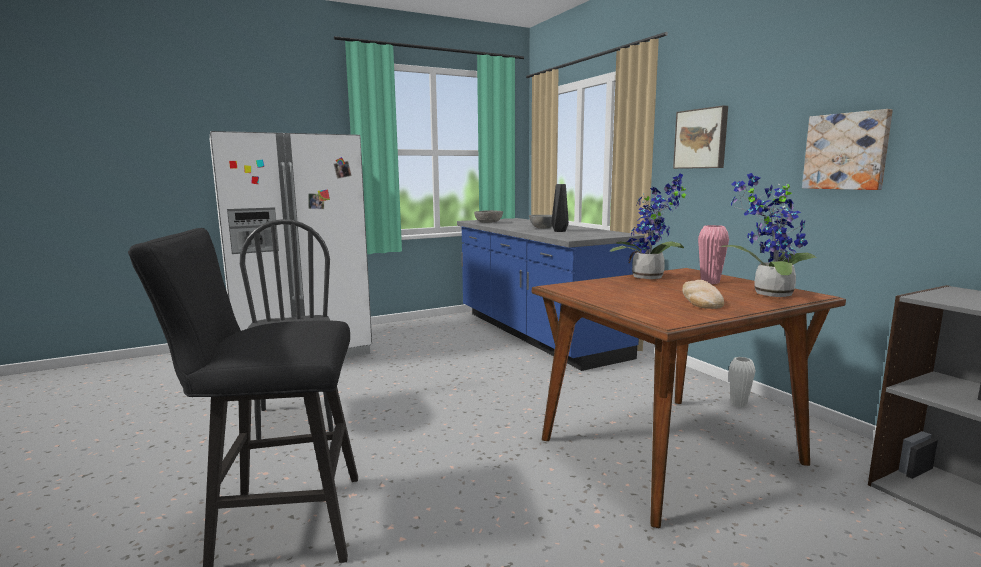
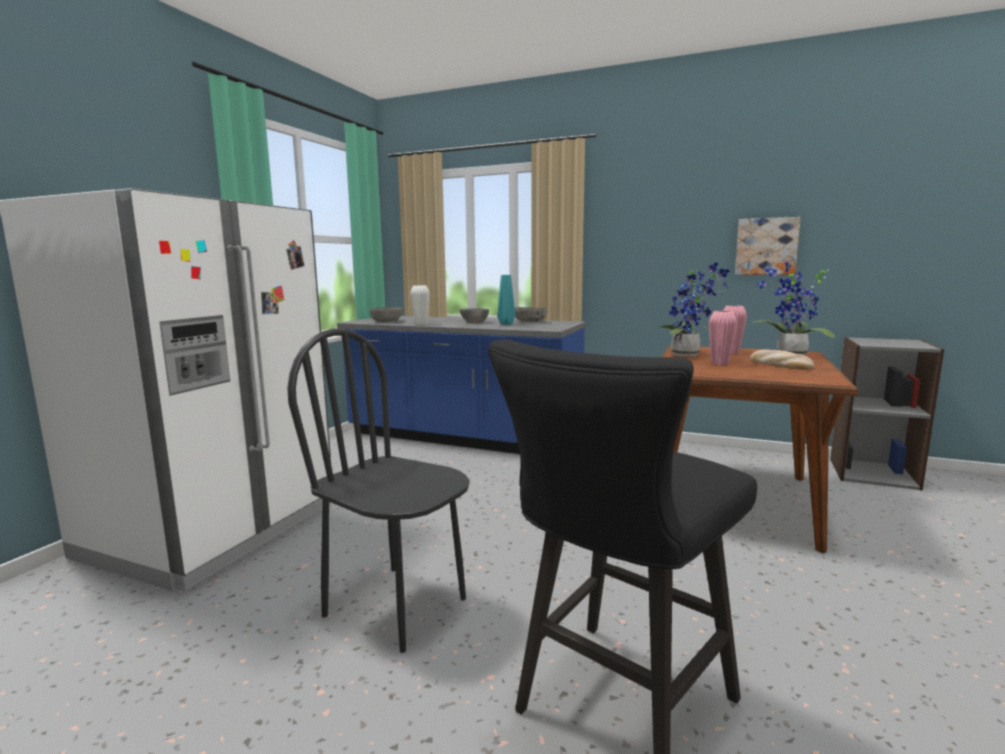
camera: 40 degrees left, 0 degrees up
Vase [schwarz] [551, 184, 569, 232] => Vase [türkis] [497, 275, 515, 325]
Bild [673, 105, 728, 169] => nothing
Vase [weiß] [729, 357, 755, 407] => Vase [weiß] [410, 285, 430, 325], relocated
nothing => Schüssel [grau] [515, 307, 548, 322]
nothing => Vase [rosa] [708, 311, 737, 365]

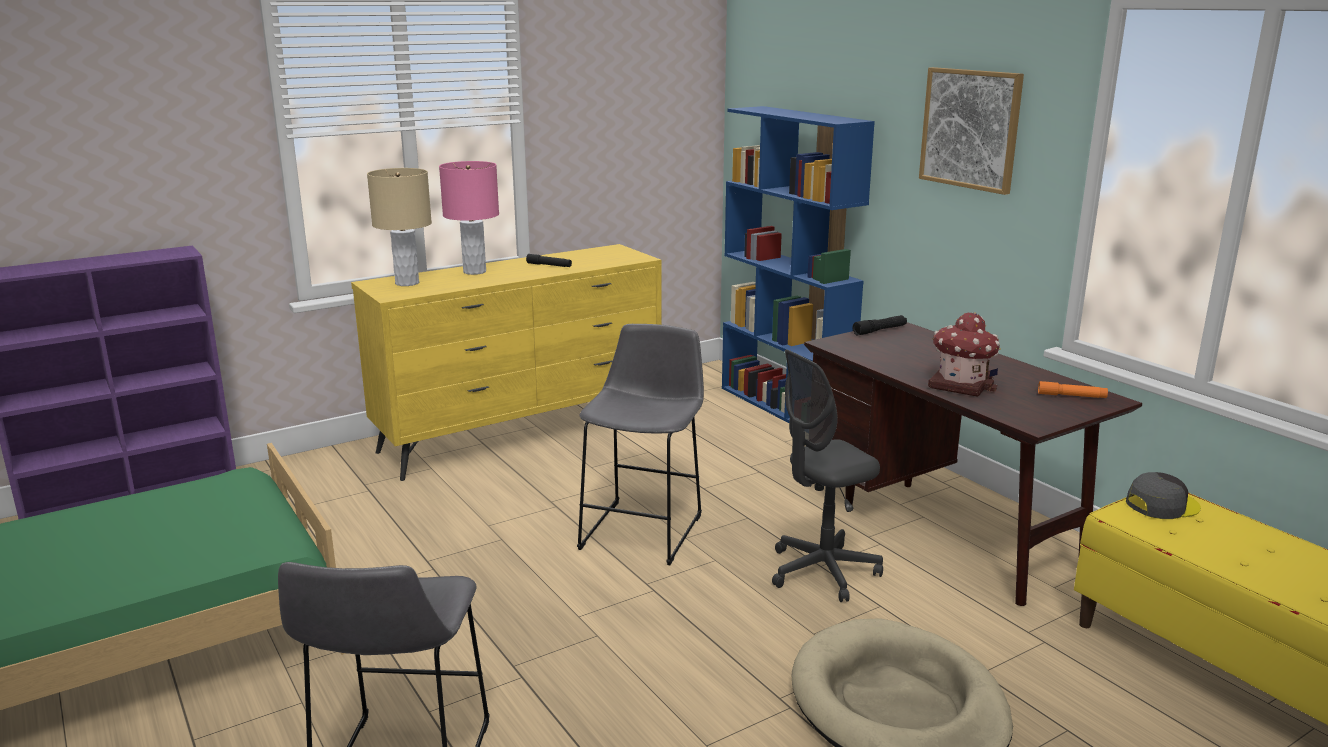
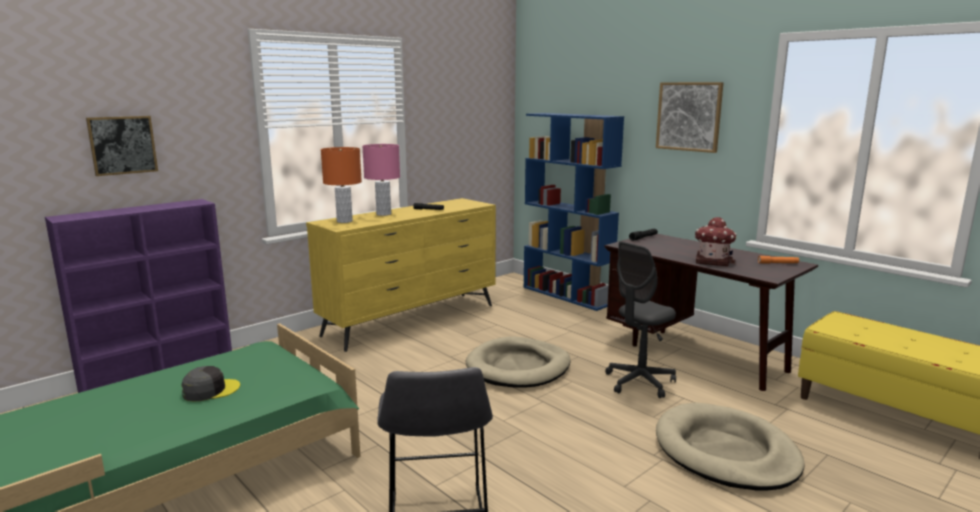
camera: 10 degrees left, 5 degrees down
Tischlampe [beige] [367, 168, 432, 286] => Tischlampe [orange] [321, 147, 362, 223]
Hocker [grau] [577, 324, 704, 565] => Hundebett [beige] [465, 336, 570, 387]
Kappe [grau] [1126, 472, 1201, 519] => Kappe [grau] [181, 366, 240, 402], relocated
nothing => Bild [86, 116, 158, 176]

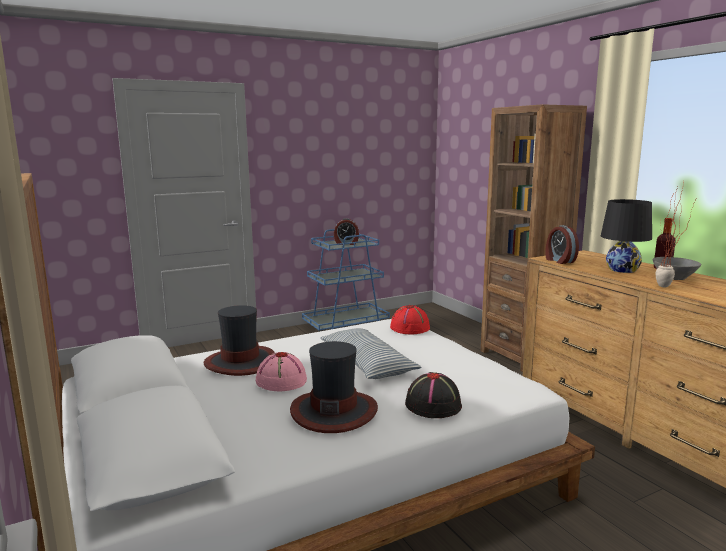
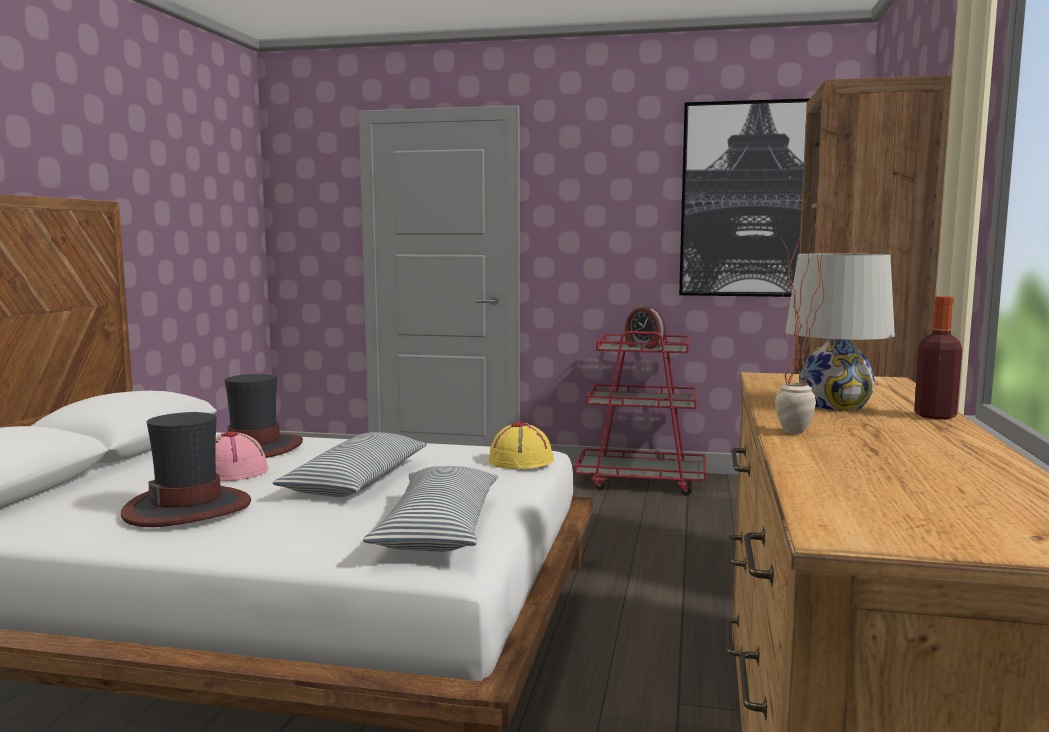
camera: 40 degrees right, 5 degrees down
Rollwagen [blau] [302, 229, 390, 330] => Rollwagen [rot] [574, 331, 706, 496]
Hut [rot] [390, 305, 430, 334] => Hut [gelb] [488, 422, 554, 469]
Hut [schwarz] [405, 372, 462, 418] => nothing
Wecker [545, 225, 579, 264] => nothing
Tischlampe [schwarz] [601, 199, 652, 273] => Tischlampe [weiß] [785, 254, 895, 410]
Schüssel [grau] [653, 257, 701, 280] => nothing
nothing => Kissen [363, 466, 498, 552]
nothing => Bild [679, 99, 809, 297]

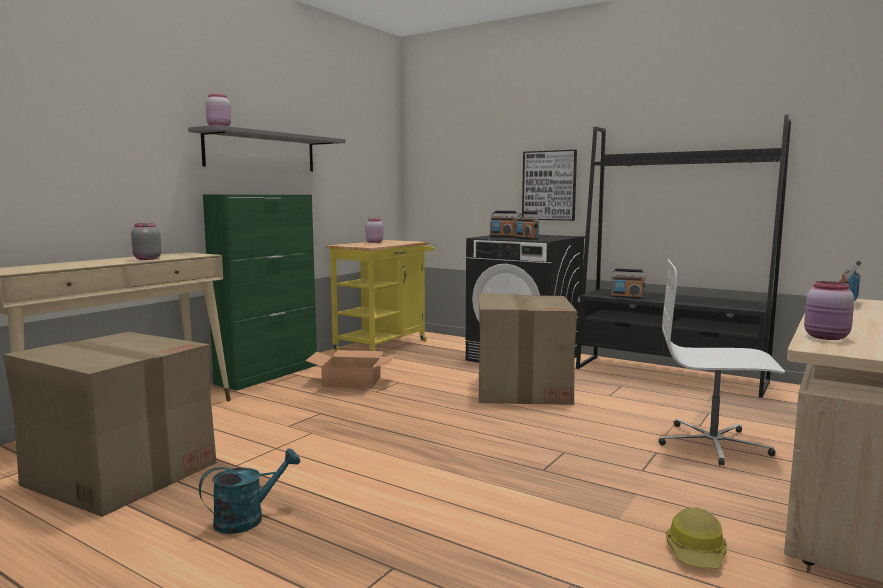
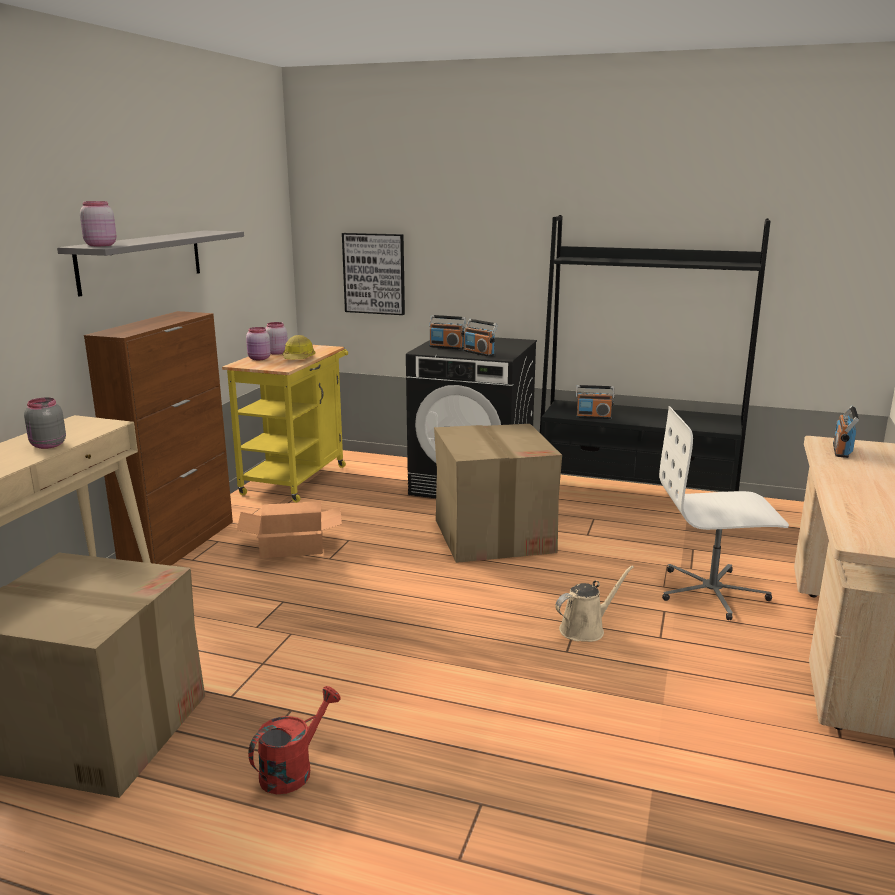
camera: 15 degrees left, 10 degrees up
Gießkanne [türkis] [199, 448, 300, 534] => Gießkanne [rot] [248, 686, 341, 794]
Schrank [grün] [203, 195, 317, 391] => Schrank [braun] [84, 311, 233, 566]
Bild [522, 150, 577, 221] => Bild [342, 233, 405, 315], relocated
Schutzhelm [666, 507, 727, 569] => Schutzhelm [283, 335, 316, 359], relocated
Vorratsglas [rosa] [804, 281, 855, 340] => Vorratsglas [rosa] [246, 327, 271, 360], relocated
nothing => Gießkanne [beige] [555, 565, 634, 642]

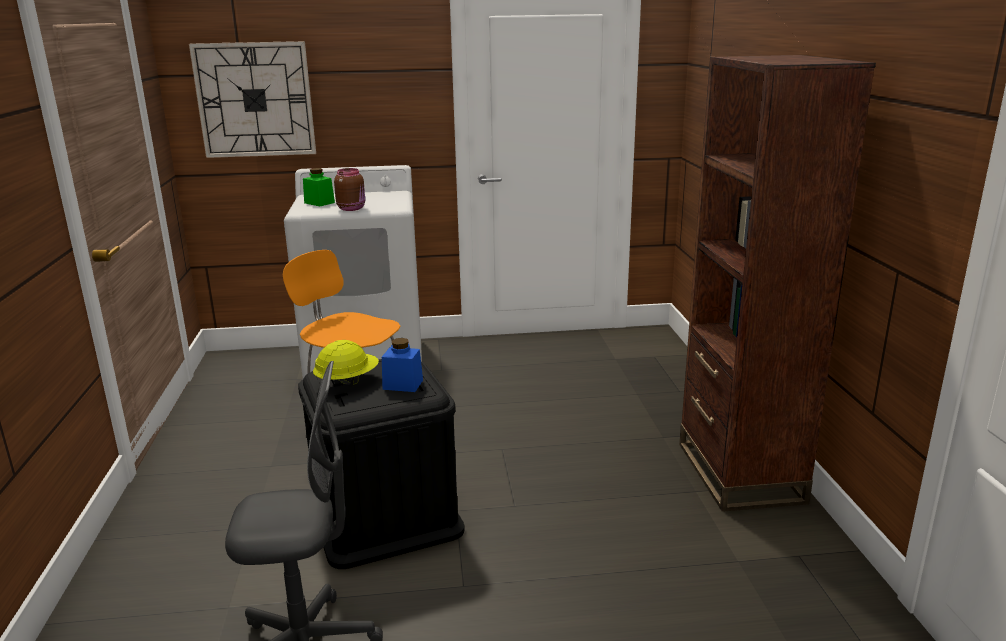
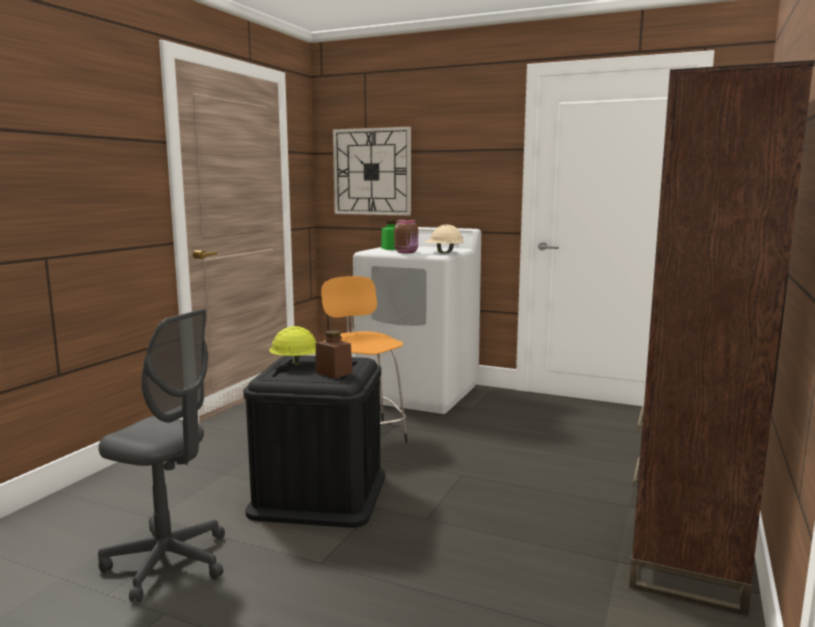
camera: 30 degrees right, 10 degrees down
Vorratsglas [blau] [382, 338, 423, 392] => Vorratsglas [braun] [315, 330, 353, 378]
nothing => Schutzhelm [beige] [424, 225, 464, 253]

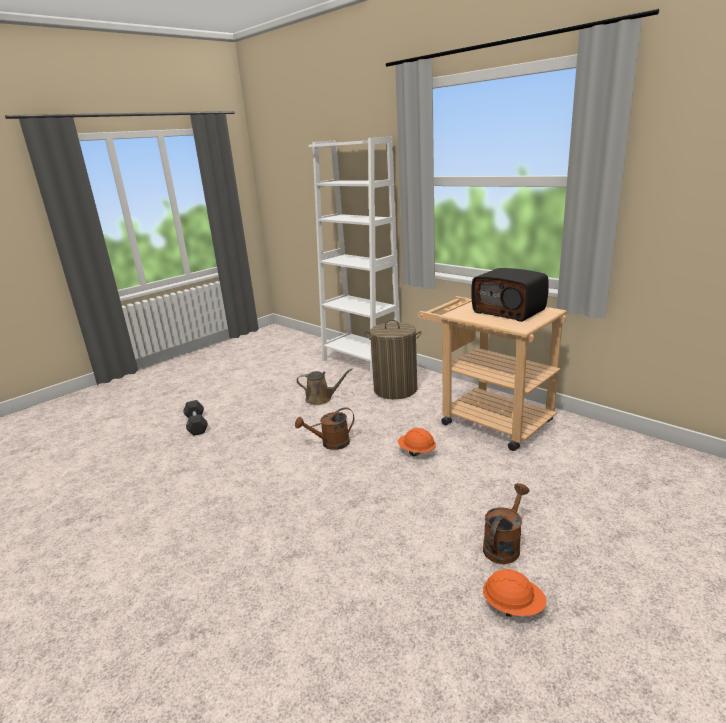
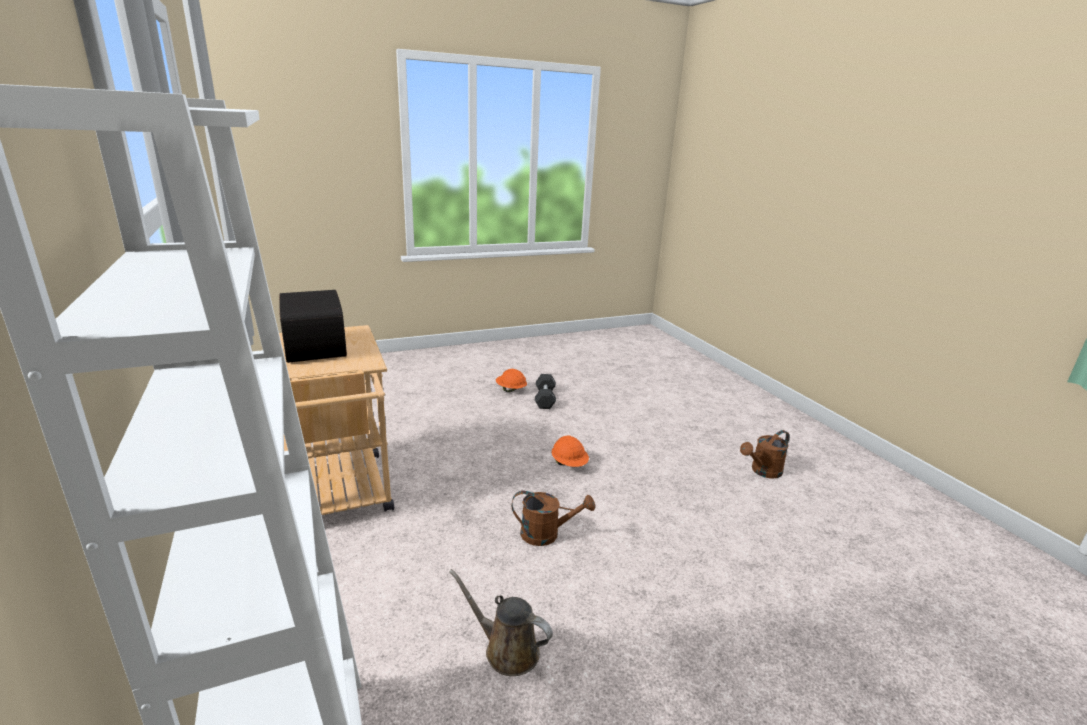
camera: 160 degrees left, 0 degrees up
Hantel [schwarz] [183, 400, 208, 436] => Hantel [schwarz] [535, 374, 556, 409], relocated
Wäschekorb [365, 319, 422, 399] => nothing
Schutzhelm [orange] [398, 428, 436, 456] => Schutzhelm [orange] [552, 436, 589, 467], relocated
Gießkanne [braun] [483, 483, 530, 564] => Gießkanne [braun] [740, 430, 789, 479], relocated

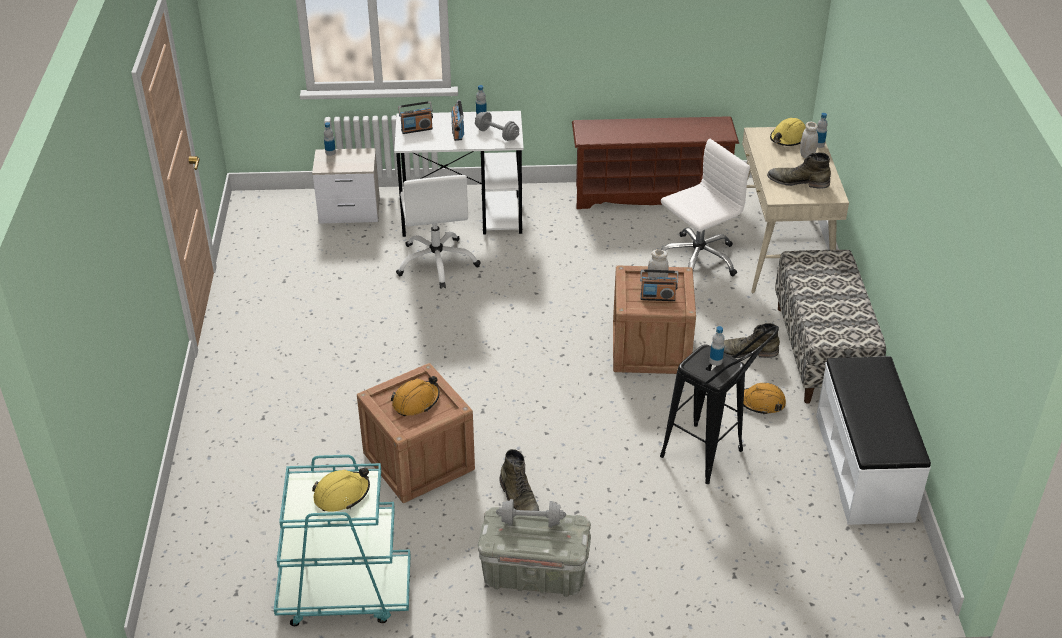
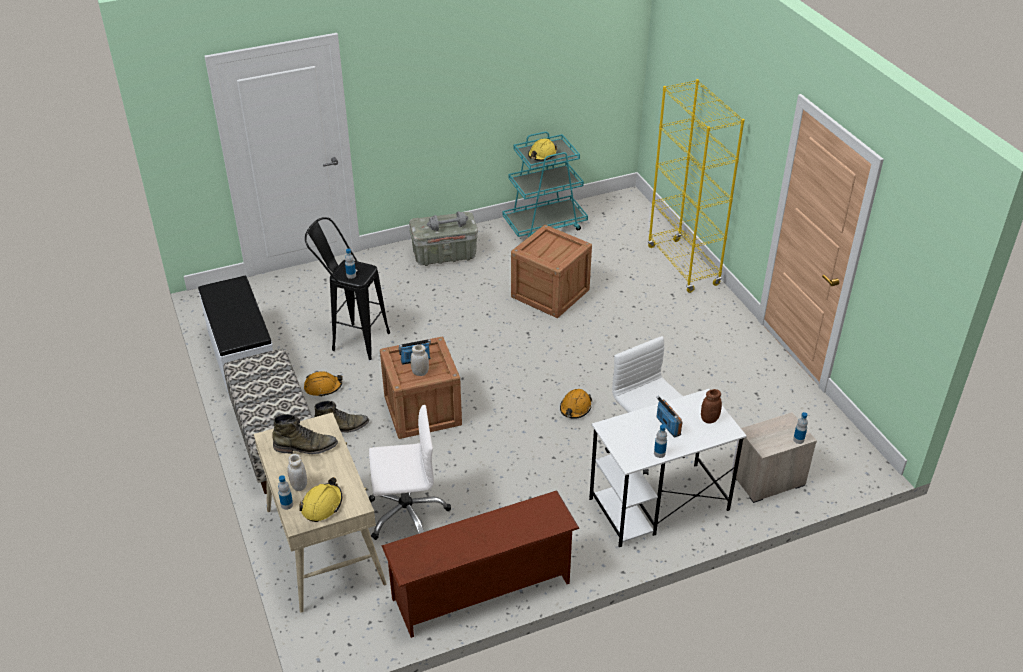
camera: 160 degrees right, 0 degrees up
Schutzhelm [orange] [391, 376, 440, 416] => Schutzhelm [orange] [560, 389, 592, 419], relocated
Radio [398, 101, 433, 134] => Vorratsglas [braun] [701, 389, 722, 424]
Hantel [grau] [475, 111, 519, 141] => nothing
Stiefel [grün] [499, 449, 539, 511] => nothing
Bürostuhl [weiß] [661, 138, 750, 276] => Bürostuhl [weiß] [369, 405, 451, 540], 135 degrees counterclockwise
nothing => Bücherregal [gelb] [648, 79, 745, 293]

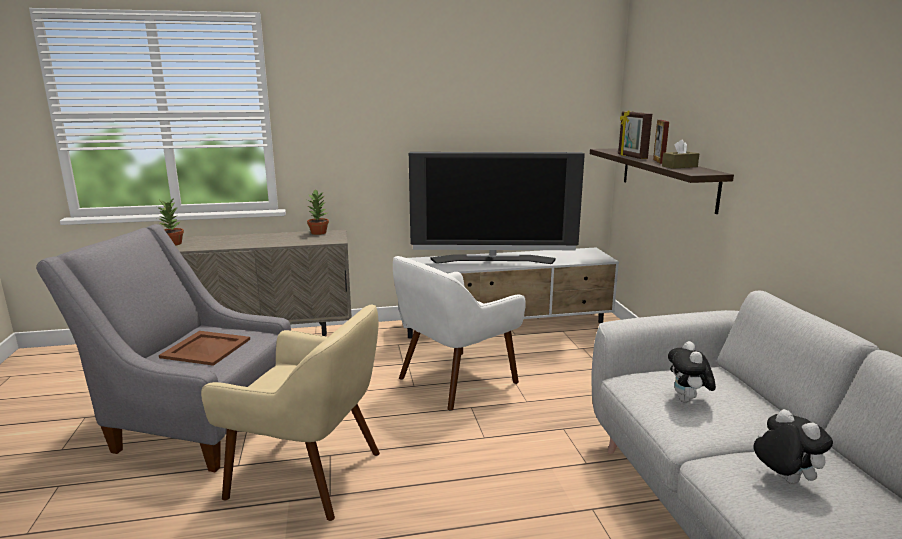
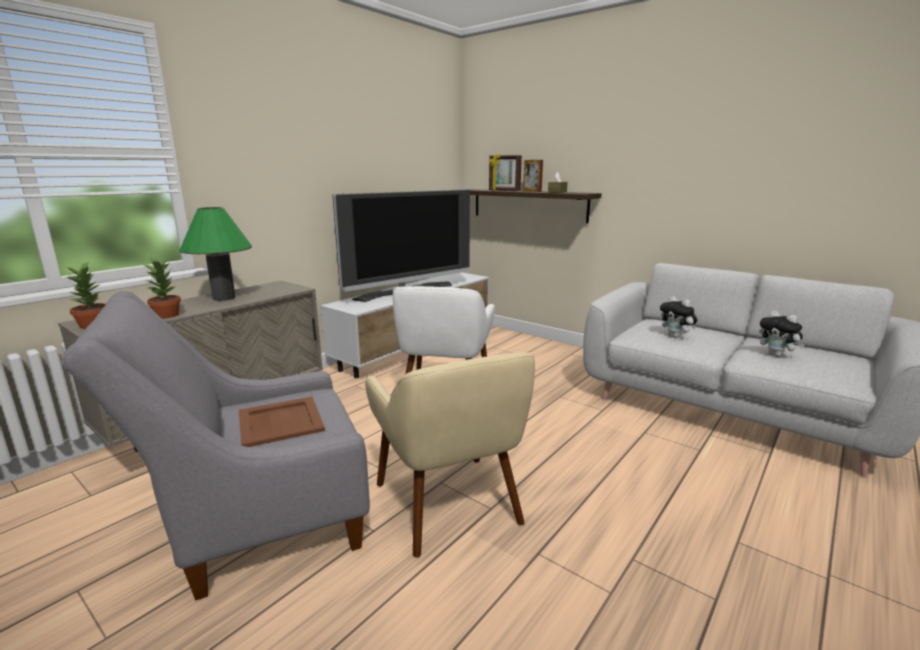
camera: 40 degrees left, 0 degrees up
Sessel [beige] [201, 305, 380, 521] => Sessel [beige] [365, 352, 535, 558], 90 degrees clockwise
Topfpflanze [307, 189, 329, 235] => Topfpflanze [143, 255, 181, 319], relocated
Plüschtier [753, 409, 833, 484] => Plüschtier [759, 311, 805, 357], 150 degrees counterclockwise
nothing => Tischlampe [grün] [179, 207, 252, 301]

